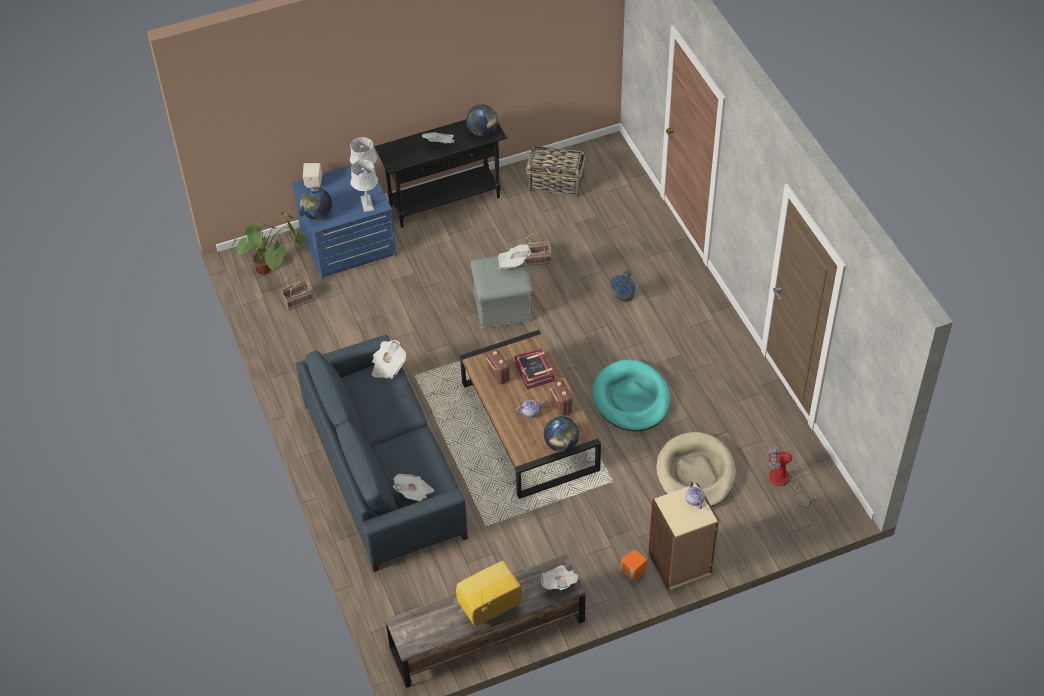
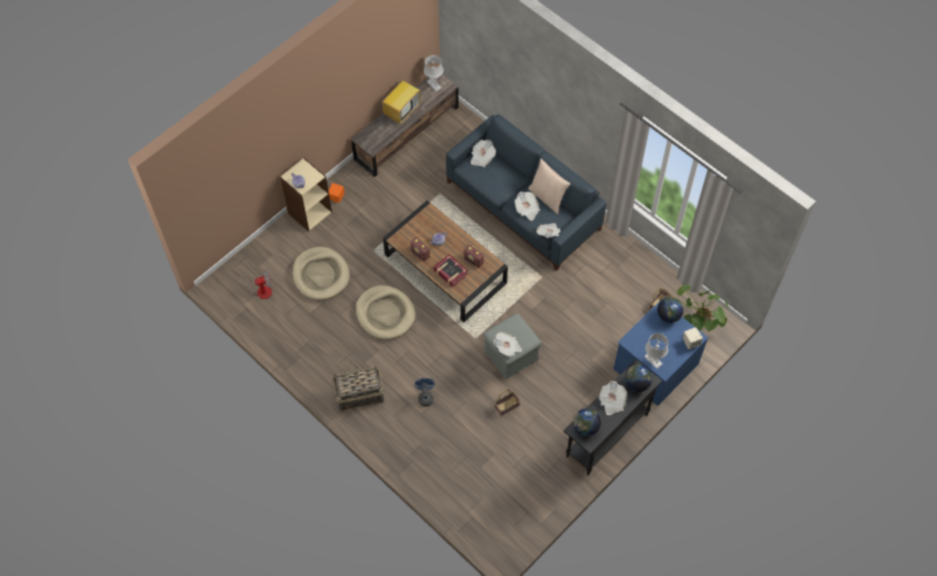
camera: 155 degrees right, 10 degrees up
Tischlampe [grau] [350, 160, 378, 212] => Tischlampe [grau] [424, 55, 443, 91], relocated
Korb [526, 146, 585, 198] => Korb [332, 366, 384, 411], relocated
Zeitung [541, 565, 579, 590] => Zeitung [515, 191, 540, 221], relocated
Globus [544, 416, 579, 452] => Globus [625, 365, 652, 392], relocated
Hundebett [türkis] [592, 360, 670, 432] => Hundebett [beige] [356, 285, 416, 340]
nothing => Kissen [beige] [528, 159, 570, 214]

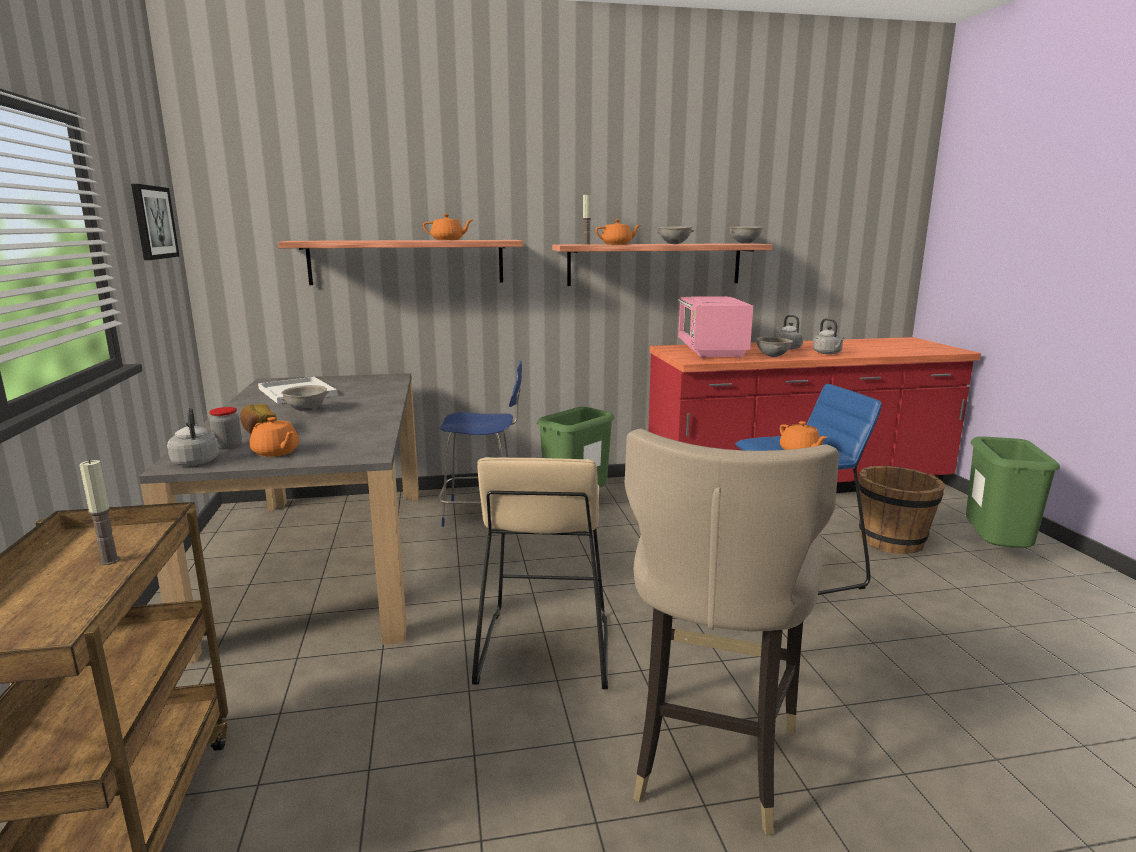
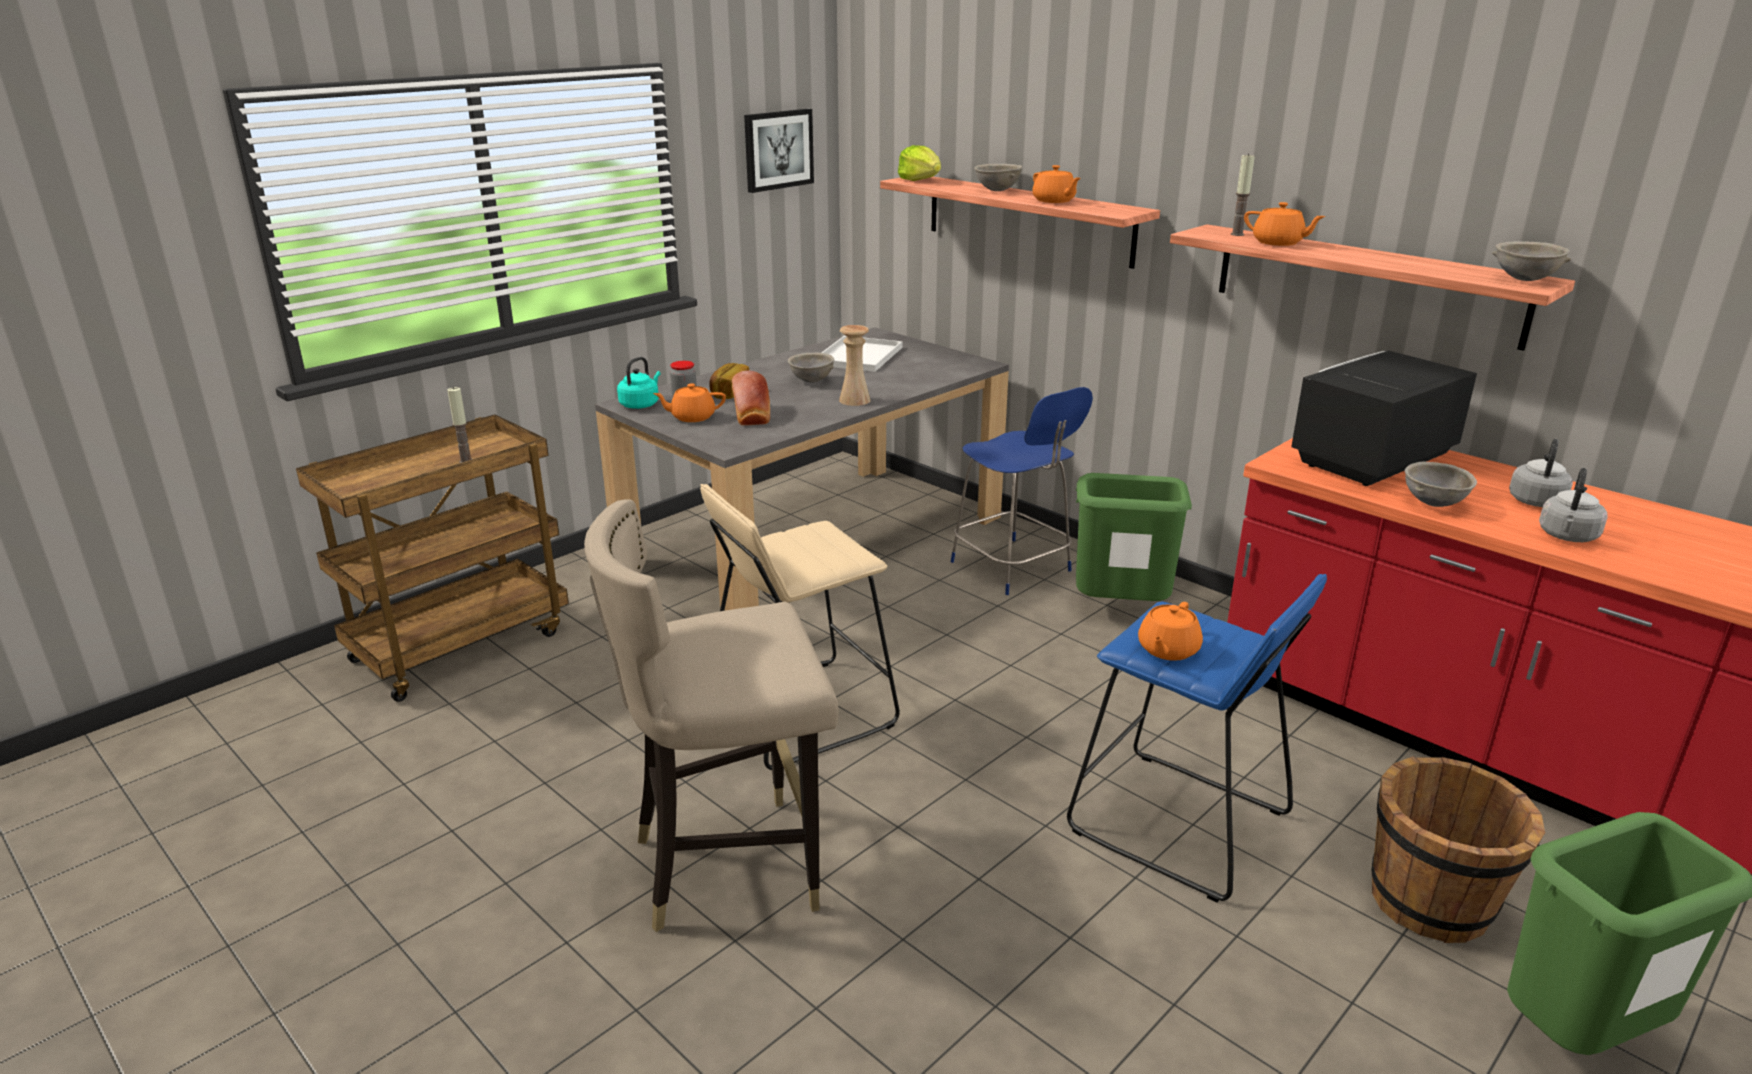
camera: 55 degrees right, 10 degrees up
Wasserkessel [grau] [167, 408, 219, 466] => Wasserkessel [türkis] [617, 357, 661, 409]
Teekanne [orange] [249, 417, 299, 457] => Teekanne [orange] [653, 383, 726, 422], 75 degrees clockwise
Schüssel [grau] [657, 226, 694, 244] => Schüssel [grau] [974, 164, 1022, 191], relocated
Mikrowelle [rosa] [678, 296, 753, 359] => Mikrowelle [schwarz] [1291, 351, 1477, 486]
nothing => Brot [732, 371, 770, 426]
nothing => Vase [beige] [839, 325, 871, 406]
nothing => Salatkopf [898, 145, 941, 181]

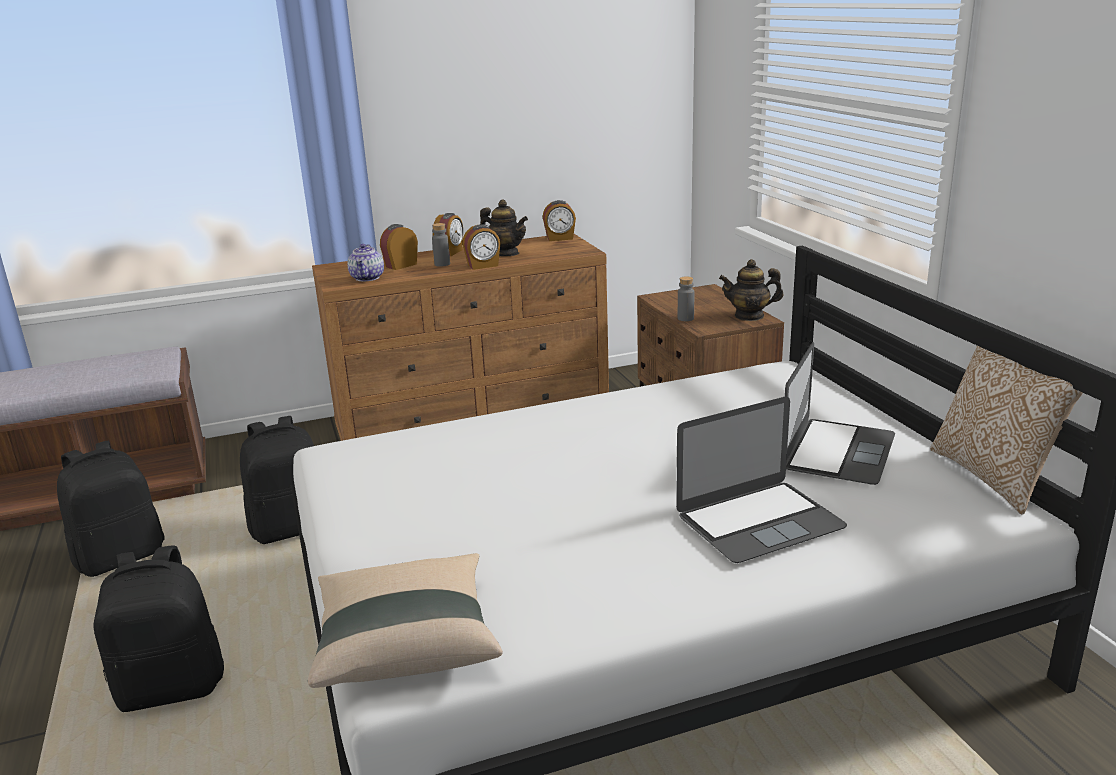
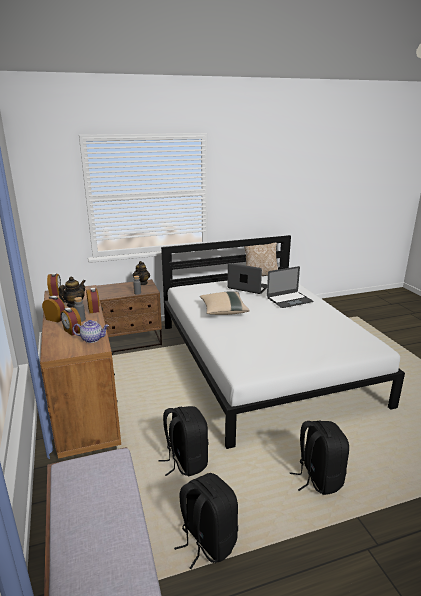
camera: 90 degrees left, 0 degrees up
Kissen [beige] [308, 553, 503, 688] => Kissen [beige] [200, 292, 250, 315], relocated
Laptop [676, 397, 847, 563] => Laptop [267, 266, 313, 308], 90 degrees clockwise

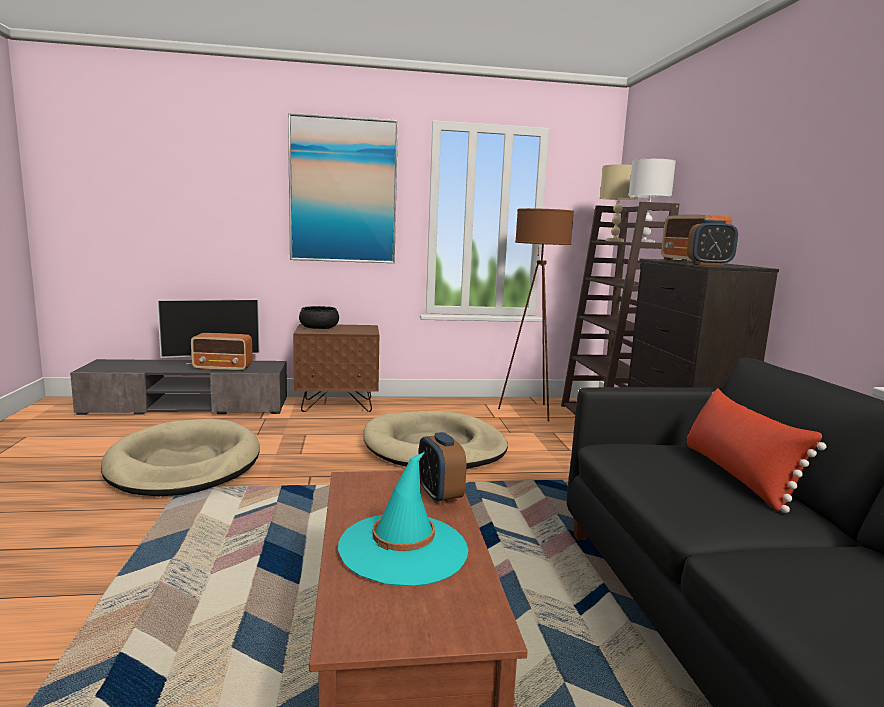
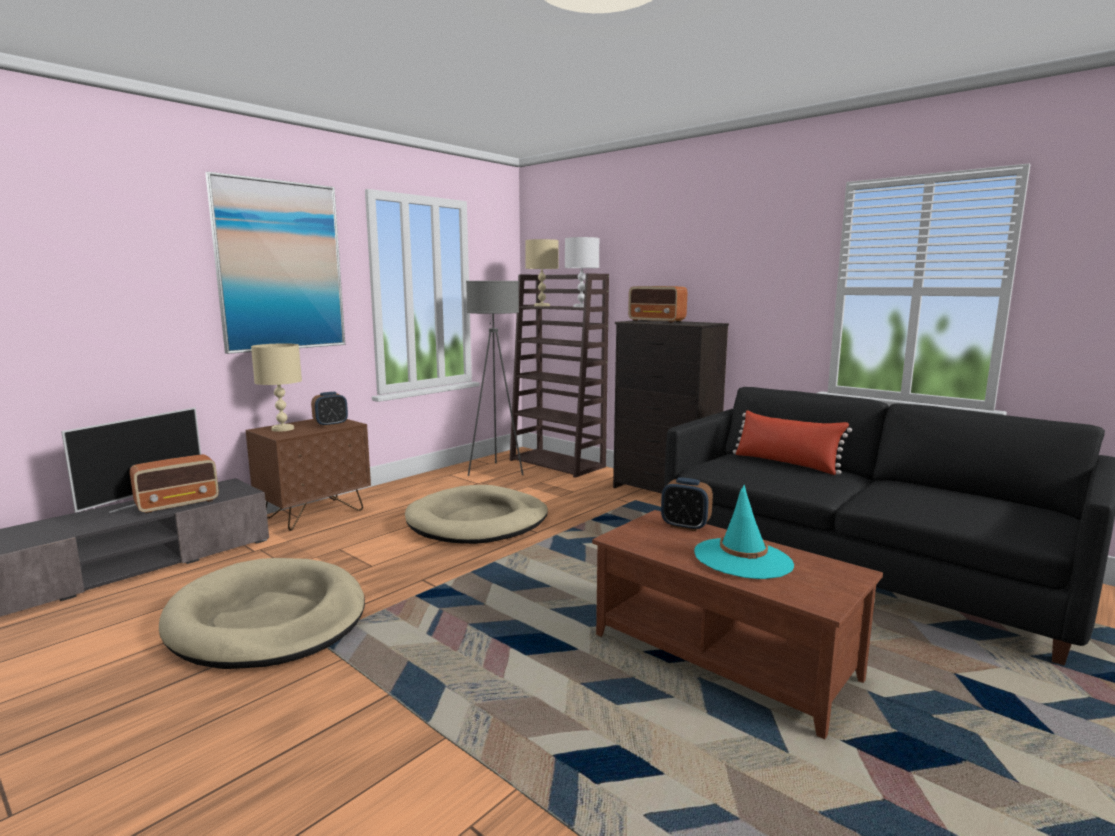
camera: 40 degrees left, 0 degrees up
Schüssel [schwarz] [299, 306, 339, 329] => Tischlampe [beige] [251, 343, 302, 432]
Stehlampe [braun] [498, 208, 574, 422] => Stehlampe [grau] [466, 281, 523, 476]
Wecker [687, 220, 738, 266] => Wecker [311, 392, 348, 427], relocated

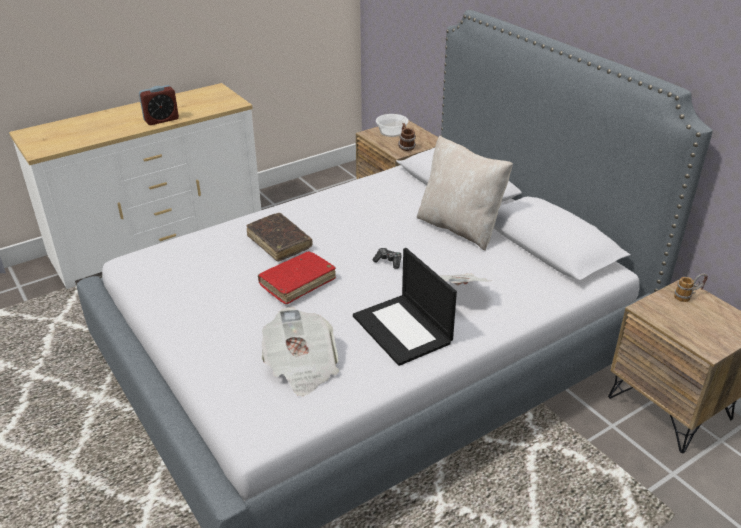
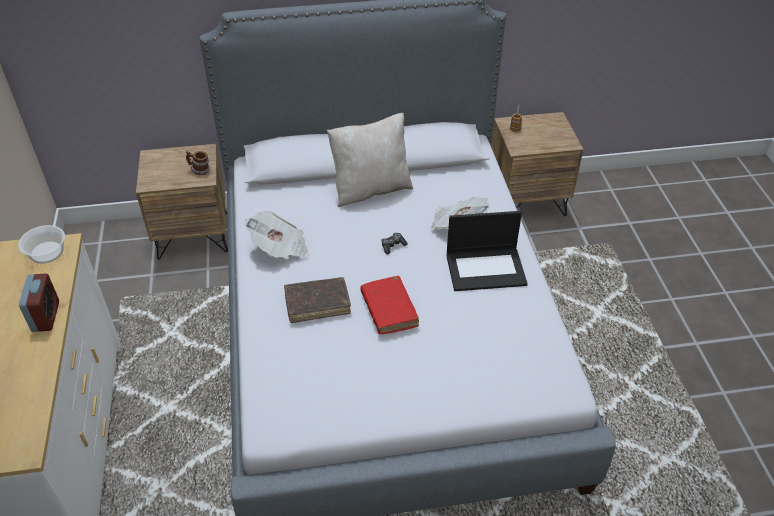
camera: 65 degrees left, 10 degrees up
Zeitung [262, 307, 339, 396] => Zeitung [245, 211, 309, 259], relocated
Schüssel [376, 114, 408, 137] => Schüssel [18, 225, 65, 264], relocated

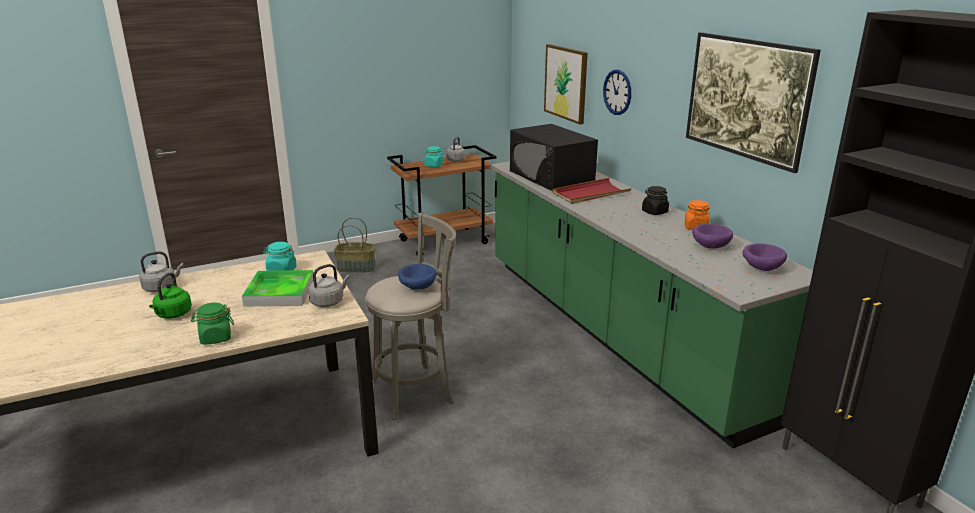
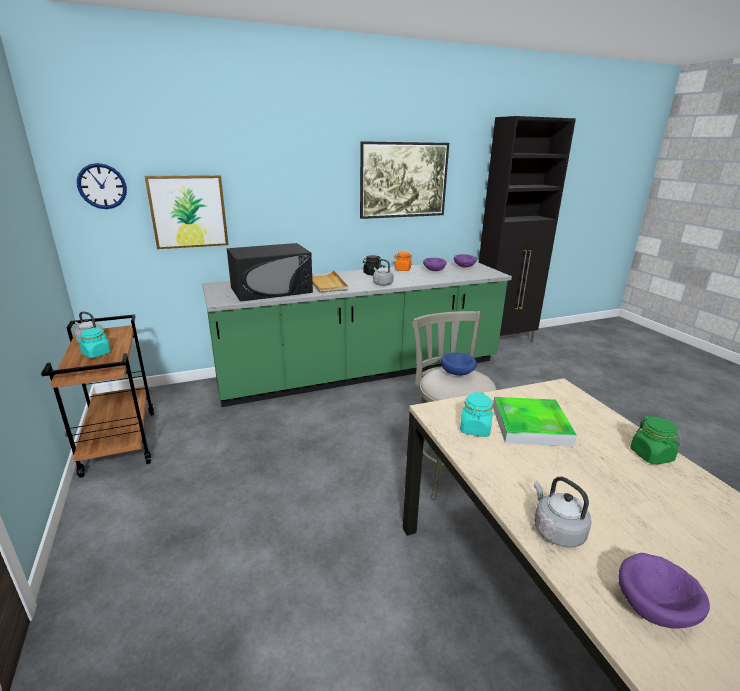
camera: 85 degrees left, 0 degrees up
Wasserkessel [grün] [149, 273, 192, 319] => nothing
Wasserkessel [grau] [308, 264, 350, 307] => Wasserkessel [grau] [373, 259, 393, 286], relocated
Korb [334, 217, 376, 272] => nothing
Tablett [rot] [553, 178, 632, 204] => Tablett [beige] [312, 270, 348, 293]
Wanduhr [603, 70, 631, 115] => Wanduhr [77, 163, 127, 209], relocated
nothing => Schüssel [lila] [619, 553, 710, 629]

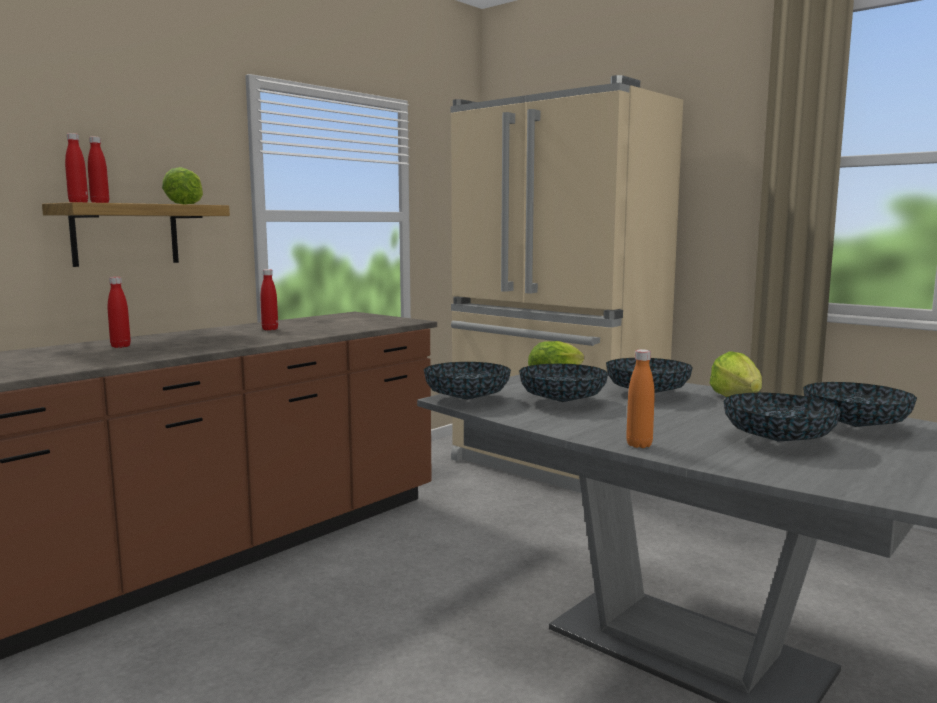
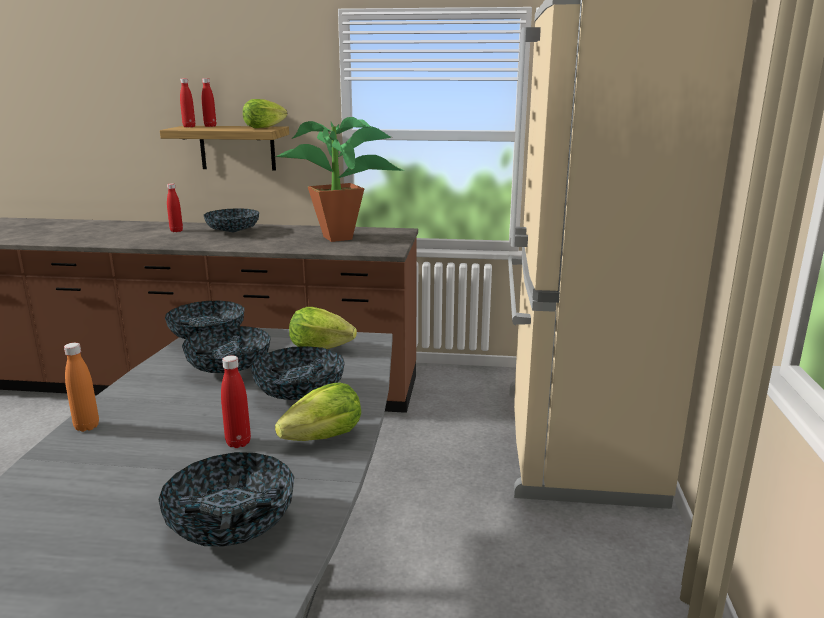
camera: 55 degrees right, 10 degrees up
Flasche [rot] [260, 269, 278, 330] => Flasche [rot] [221, 356, 251, 448], relocated
Schüssel [724, 392, 841, 442] => Schüssel [204, 208, 259, 233], relocated
nothing => Topfpflanze [275, 117, 403, 242]

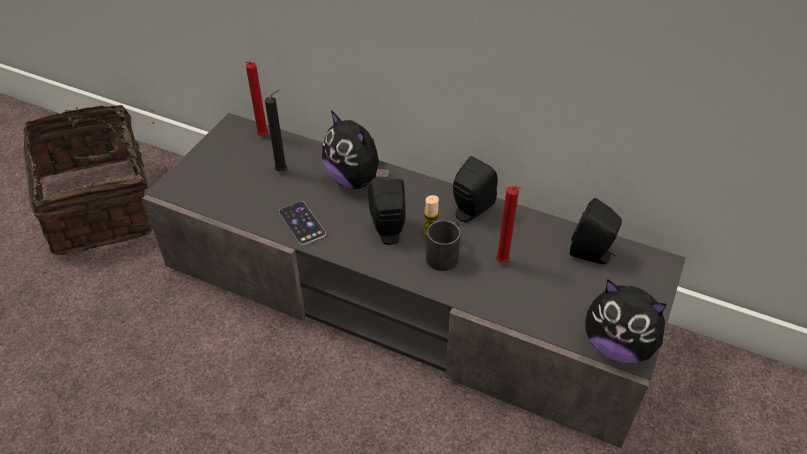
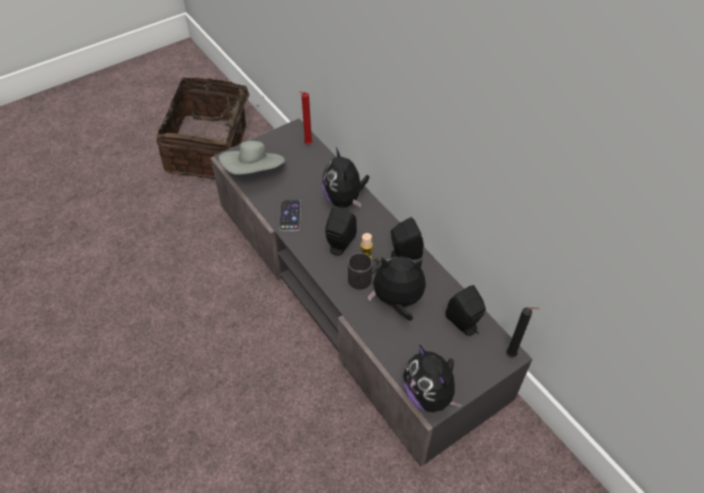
camera: 30 degrees right, 5 degrees up
Kerze [schwarz] [265, 89, 287, 172] => Kerze [schwarz] [506, 307, 540, 357], relocated
Kerze [rot] [496, 186, 522, 263] => Plüschtier [368, 257, 426, 321]
nothing => Hut [grau] [219, 141, 285, 175]

